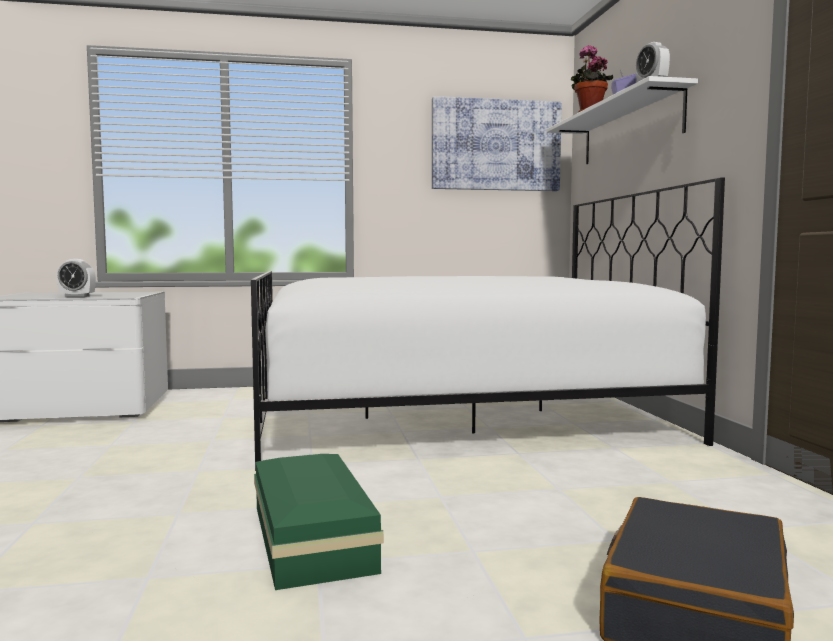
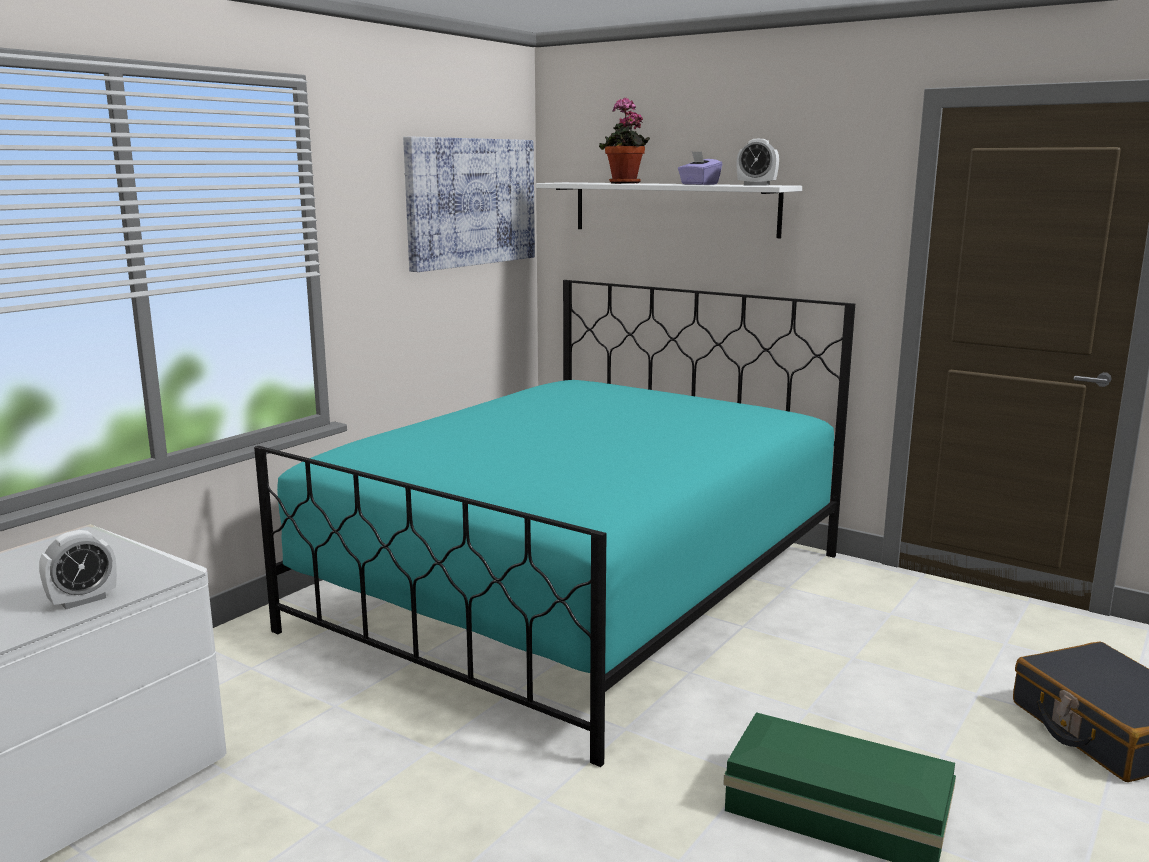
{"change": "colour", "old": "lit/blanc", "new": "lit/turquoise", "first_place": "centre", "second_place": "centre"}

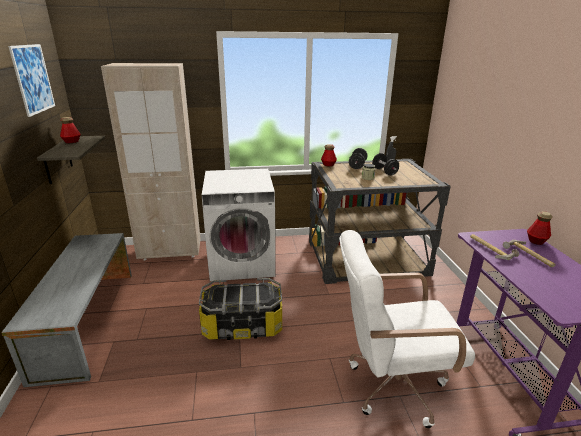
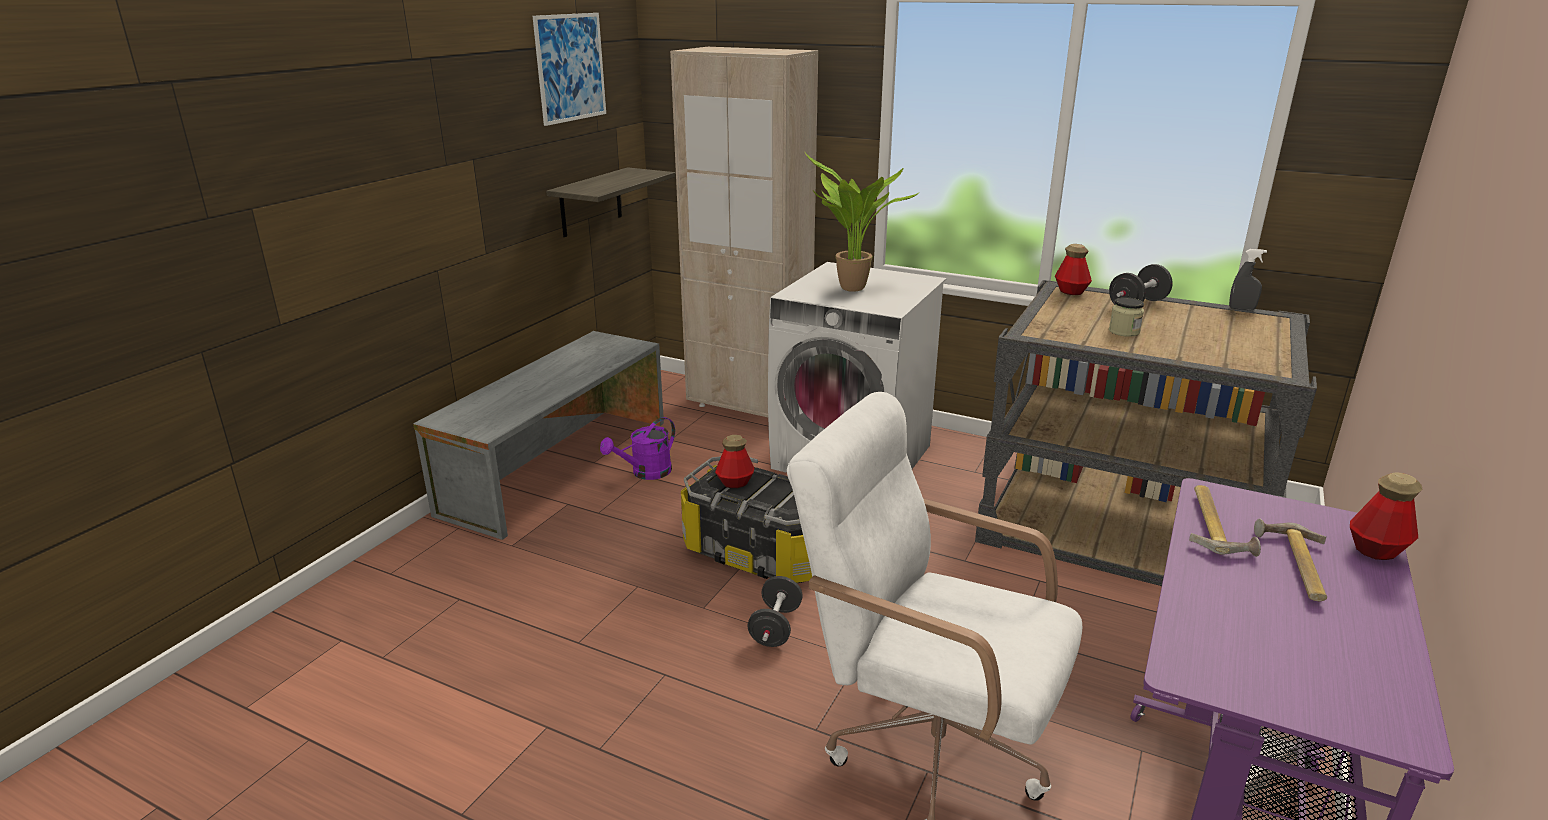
{"change": "appeared", "new": "arrosoir/violet", "second_place": "centre"}
{"change": "appeared", "new": "plante en pot", "second_place": "top centre"}
{"change": "relocated", "old": "bouteille (no. 1 from left)", "first_place": "top left", "second_place": "centre"}
{"change": "relocated", "old": "haltère/noir (no. 2 from left in the first image)", "new": "haltère/noir (no. 1 from left)", "first_place": "centre", "second_place": "bottom centre"}

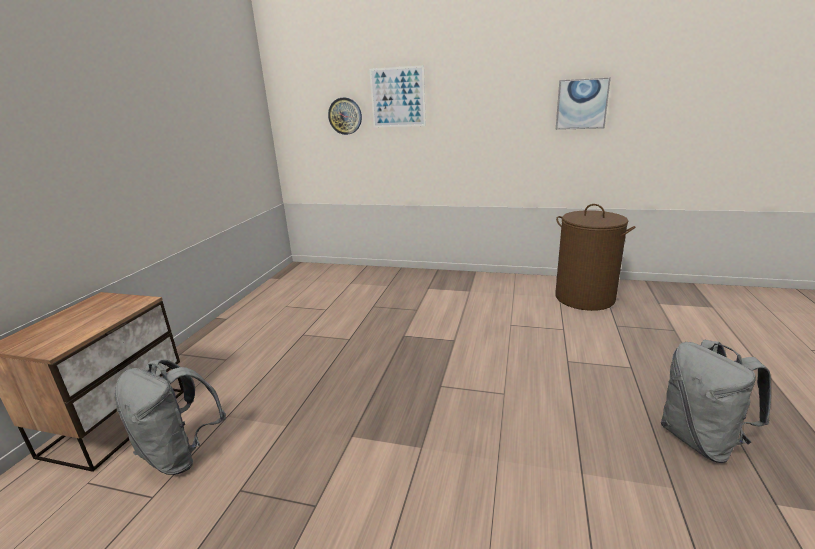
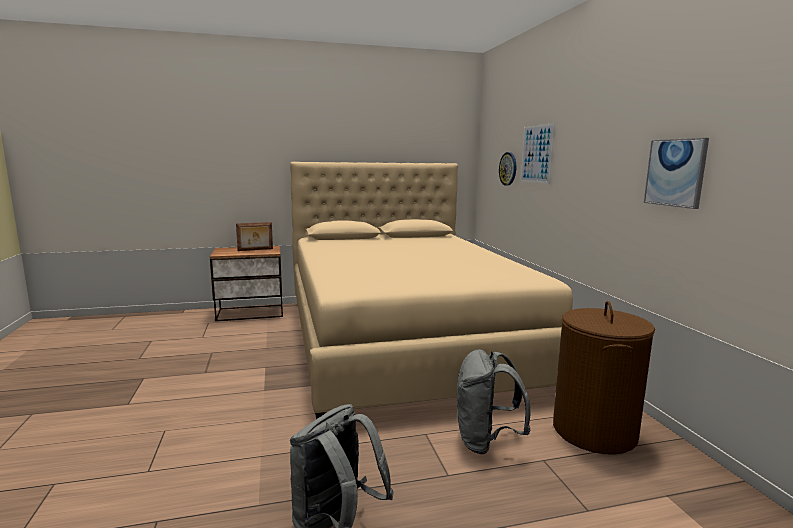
{"change": "appeared", "new": "cadre photo", "second_place": "middle left"}
{"change": "appeared", "new": "lit/beige", "second_place": "centre"}
{"change": "relocated", "old": "sac à dos/gris (no. 1 from left in the first image)", "new": "sac à dos/gris (no. 2 from left)", "first_place": "bottom left", "second_place": "bottom centre"}

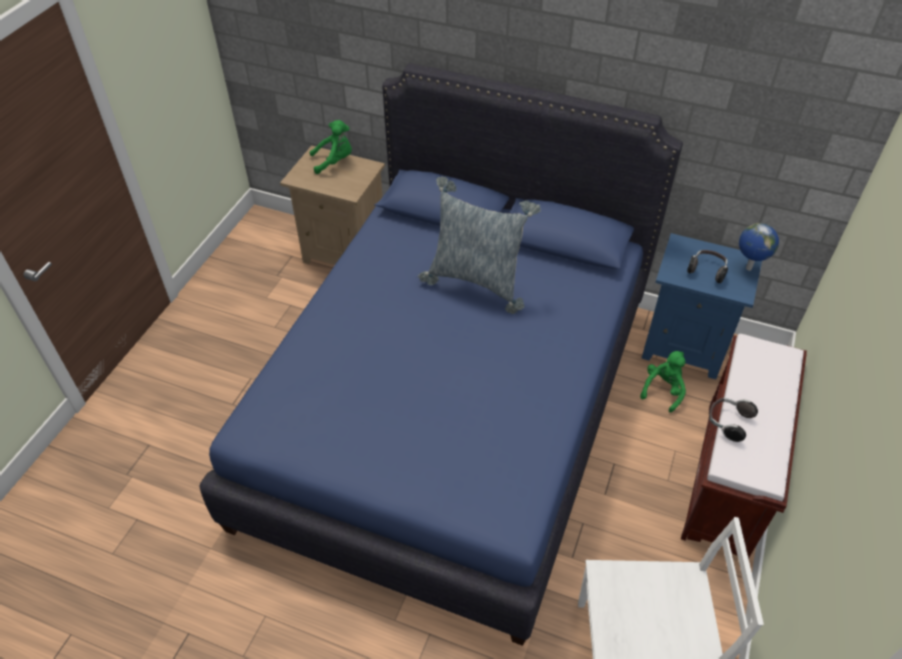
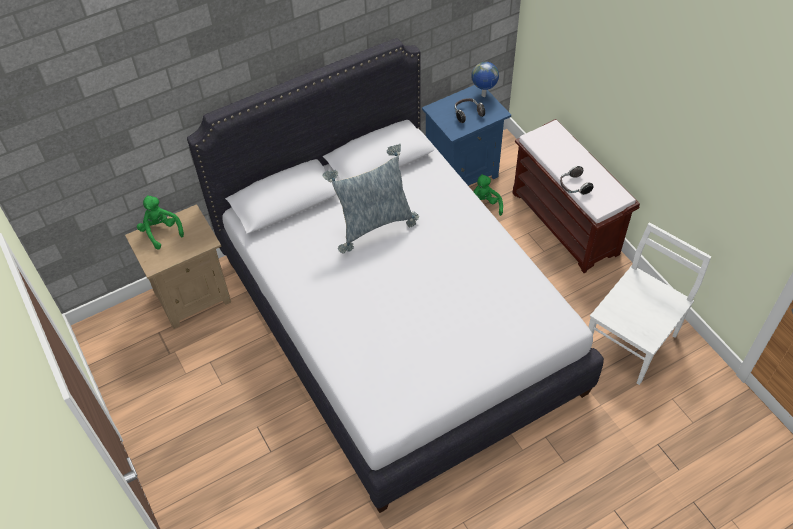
{"change": "colour", "old": "lit/bleu", "new": "lit/blanc", "first_place": "centre", "second_place": "centre"}
{"change": "spun", "old": "peluche/vert (no. 1 from left)", "first_place": "top centre", "second_place": "middle left", "degrees": -60}

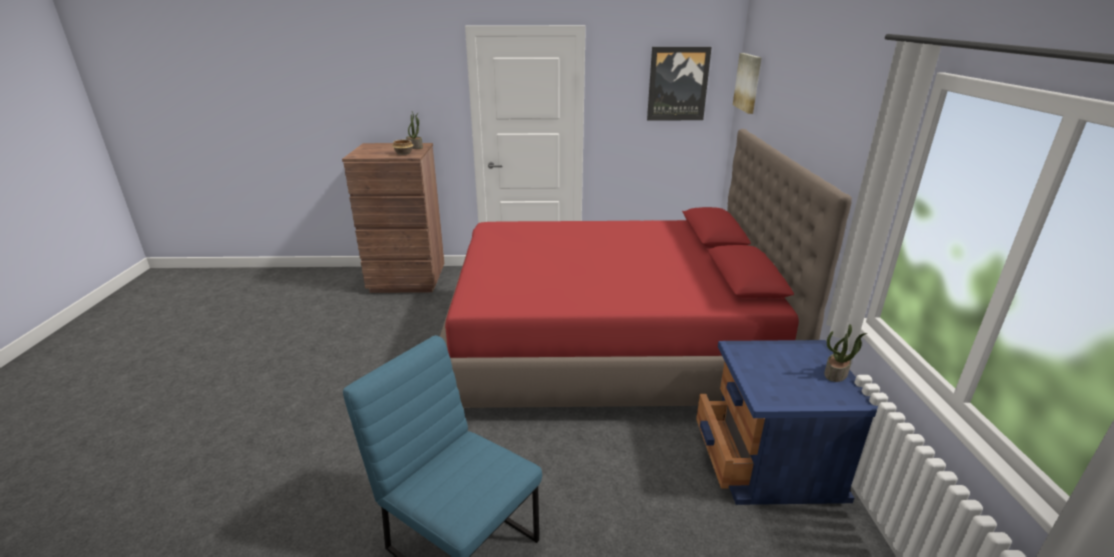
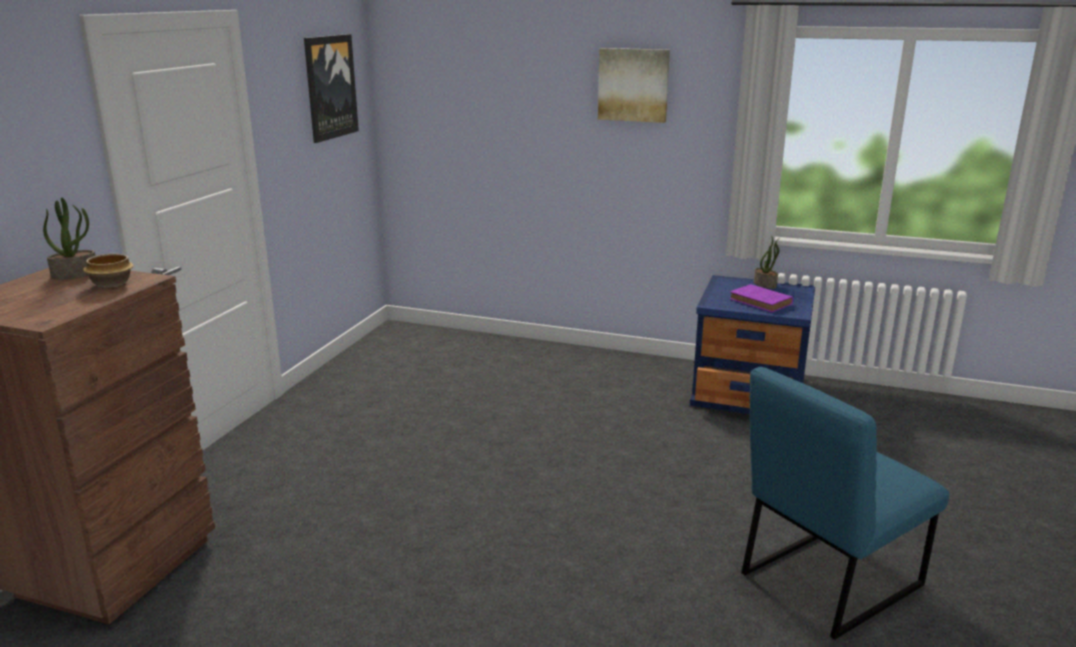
{"change": "missing", "old": "lit/rouge", "first_place": "centre"}
{"change": "appeared", "new": "livre/violet", "second_place": "middle right"}
{"change": "relocated", "old": "tableau (no. 2 from left)", "first_place": "top right", "second_place": "top centre"}

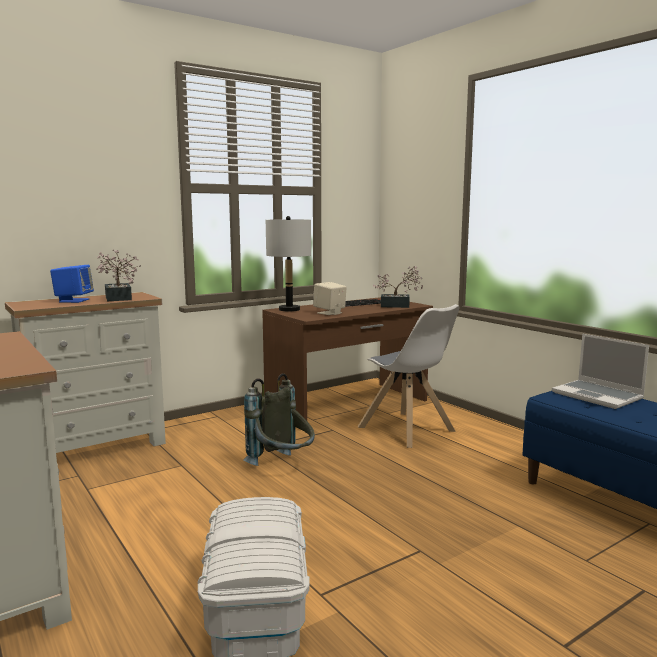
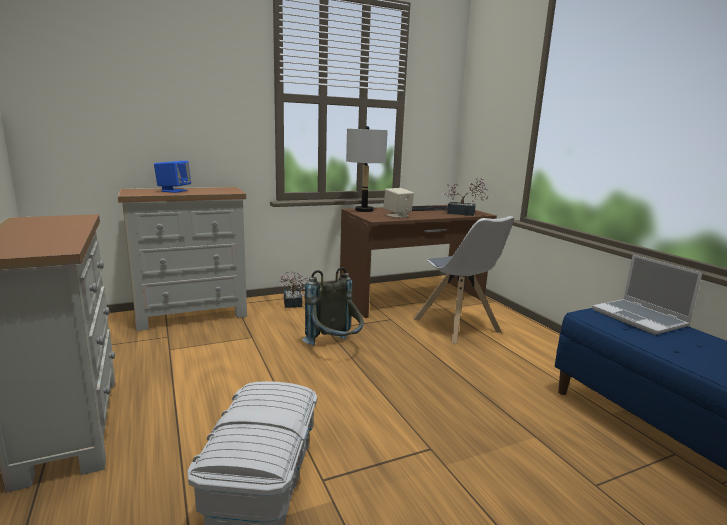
{"change": "relocated", "old": "plante en pot (no. 1 from left)", "first_place": "middle left", "second_place": "centre"}

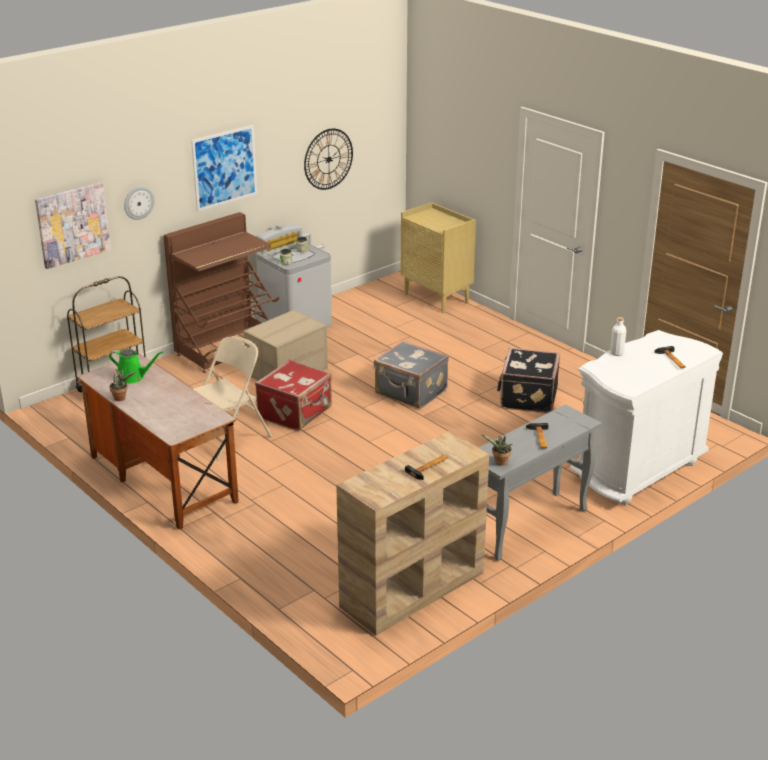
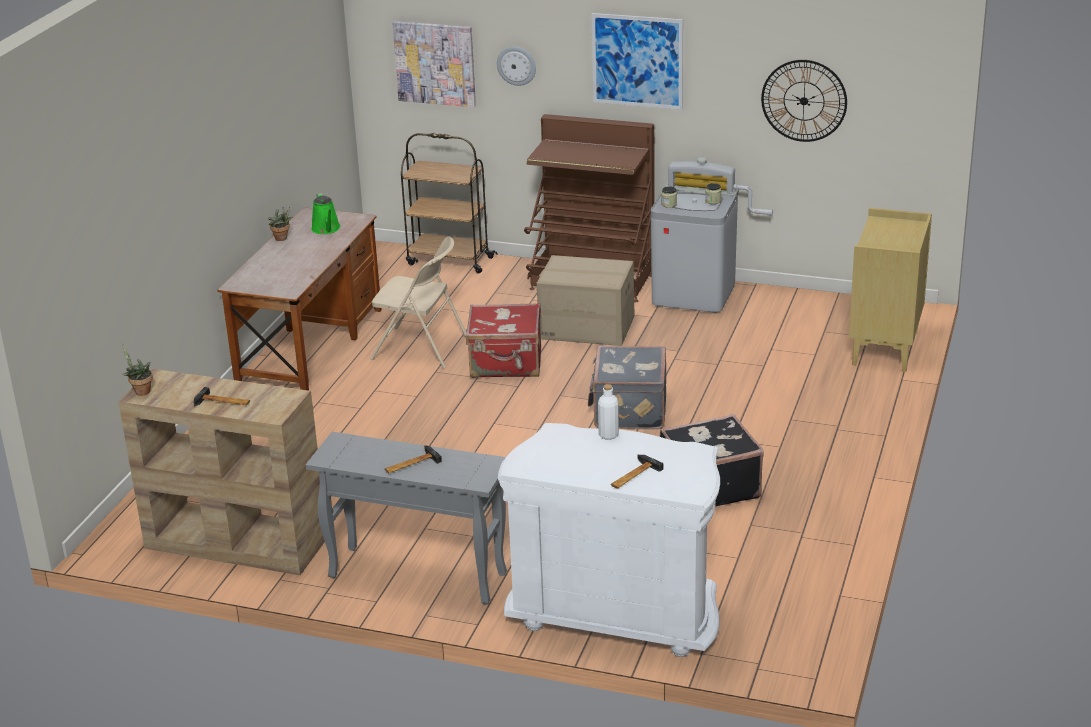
{"change": "relocated", "old": "plante en pot (no. 2 from left in the first image)", "new": "plante en pot (no. 1 from left)", "first_place": "centre", "second_place": "middle left"}

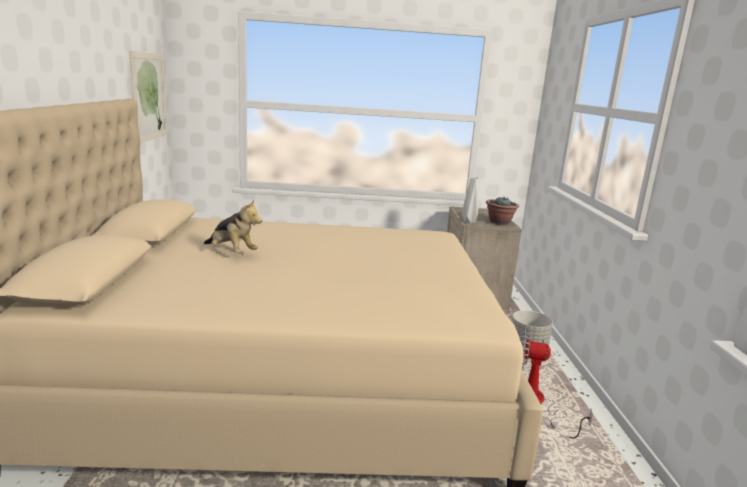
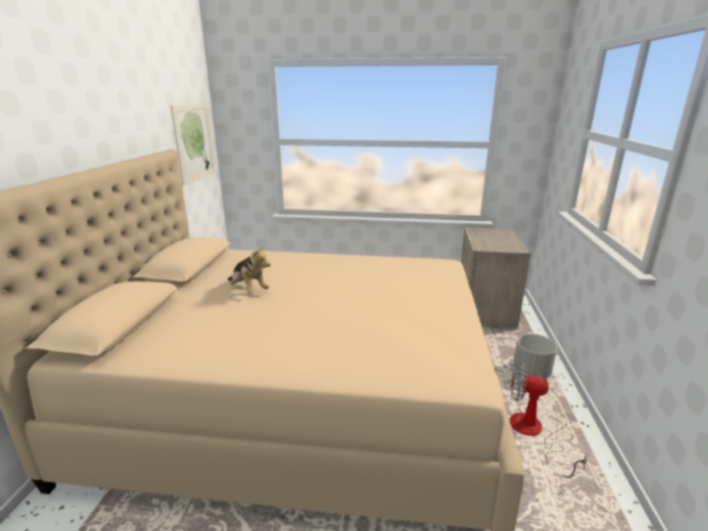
{"change": "missing", "old": "vase/gris", "first_place": "centre"}
{"change": "missing", "old": "plante en pot", "first_place": "middle right"}

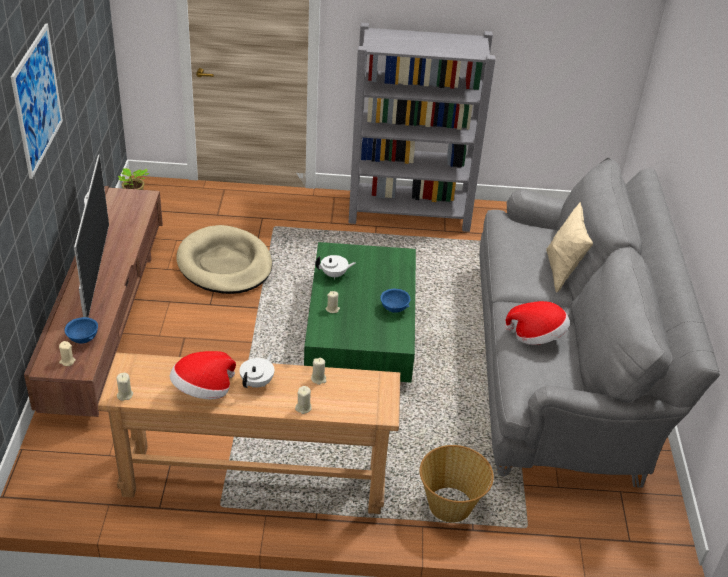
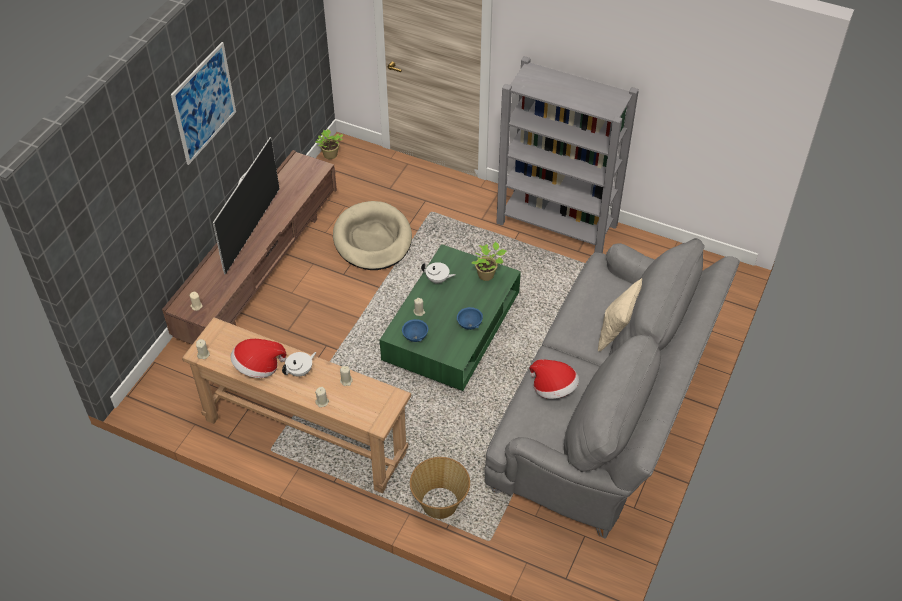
{"change": "appeared", "new": "plante en pot (no. 2 from left)", "second_place": "centre"}
{"change": "relocated", "old": "bol/bleu (no. 1 from left)", "first_place": "middle left", "second_place": "centre"}

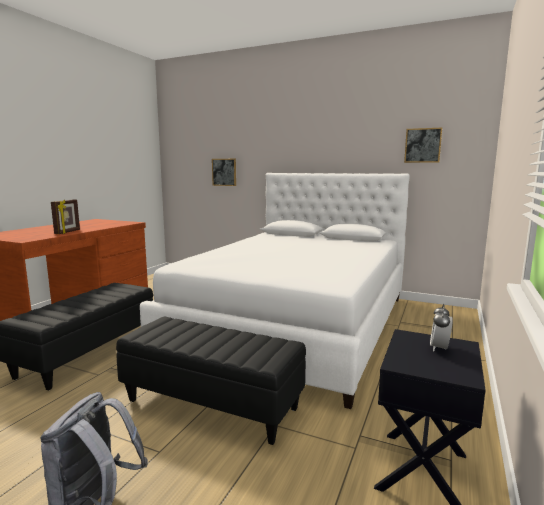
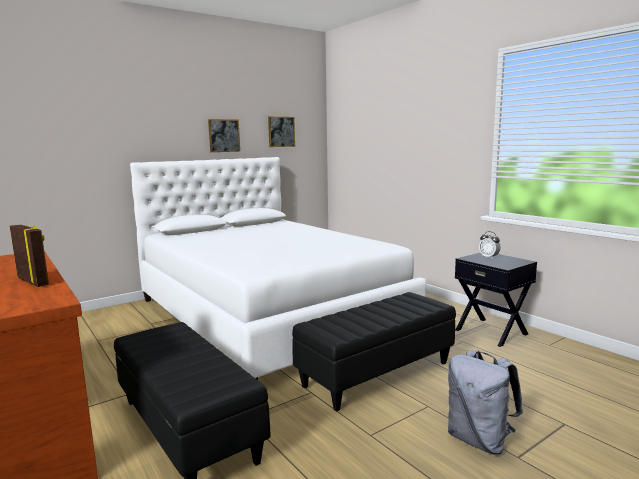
{"change": "relocated", "old": "tableau (no. 1 from left)", "first_place": "centre", "second_place": "top centre"}

